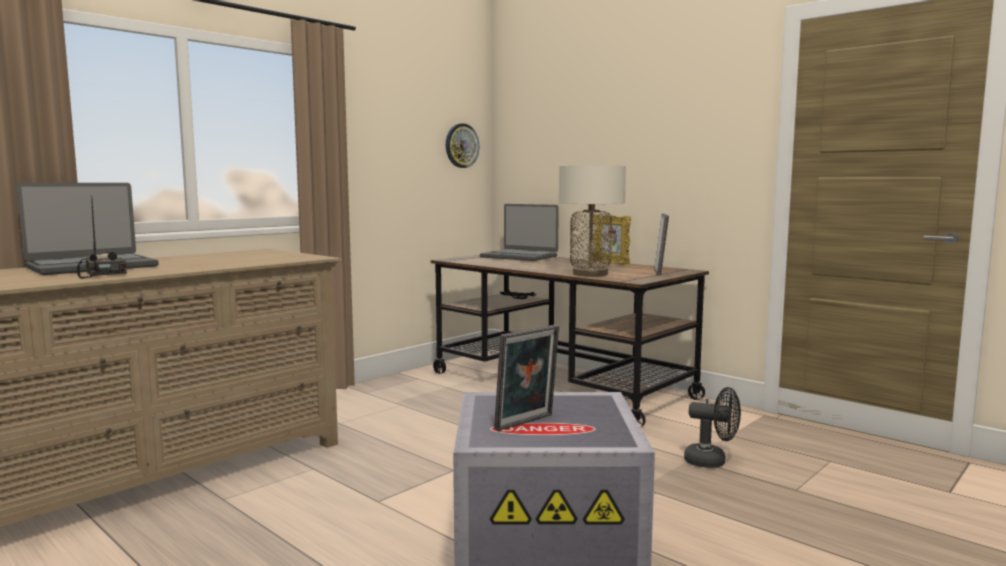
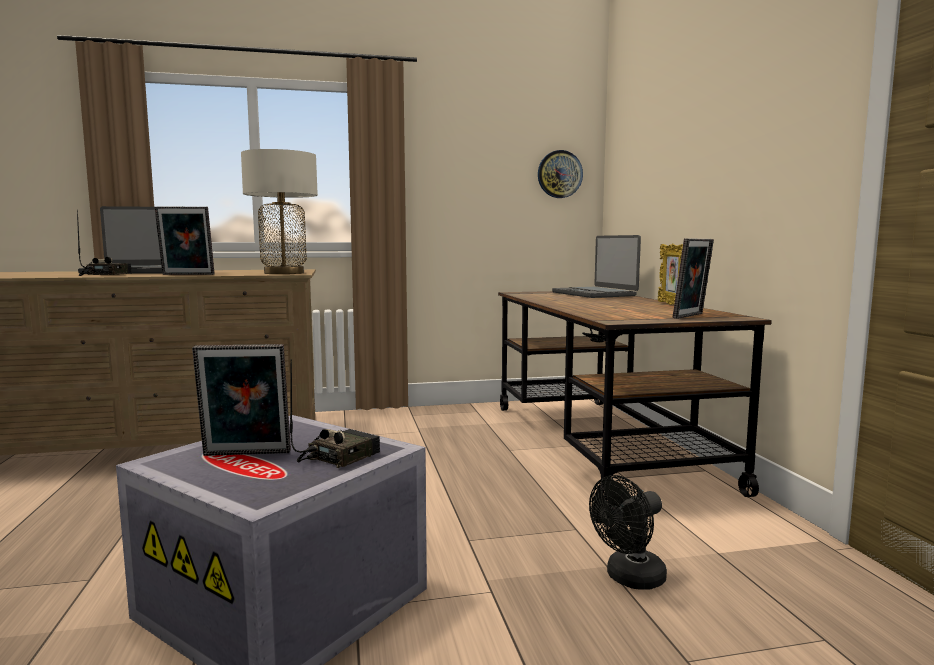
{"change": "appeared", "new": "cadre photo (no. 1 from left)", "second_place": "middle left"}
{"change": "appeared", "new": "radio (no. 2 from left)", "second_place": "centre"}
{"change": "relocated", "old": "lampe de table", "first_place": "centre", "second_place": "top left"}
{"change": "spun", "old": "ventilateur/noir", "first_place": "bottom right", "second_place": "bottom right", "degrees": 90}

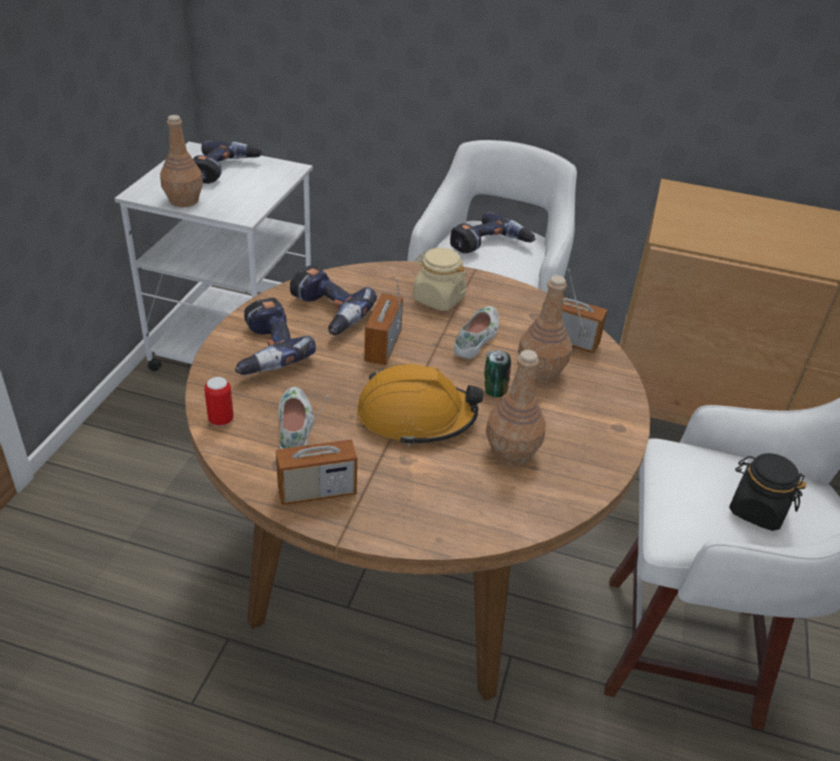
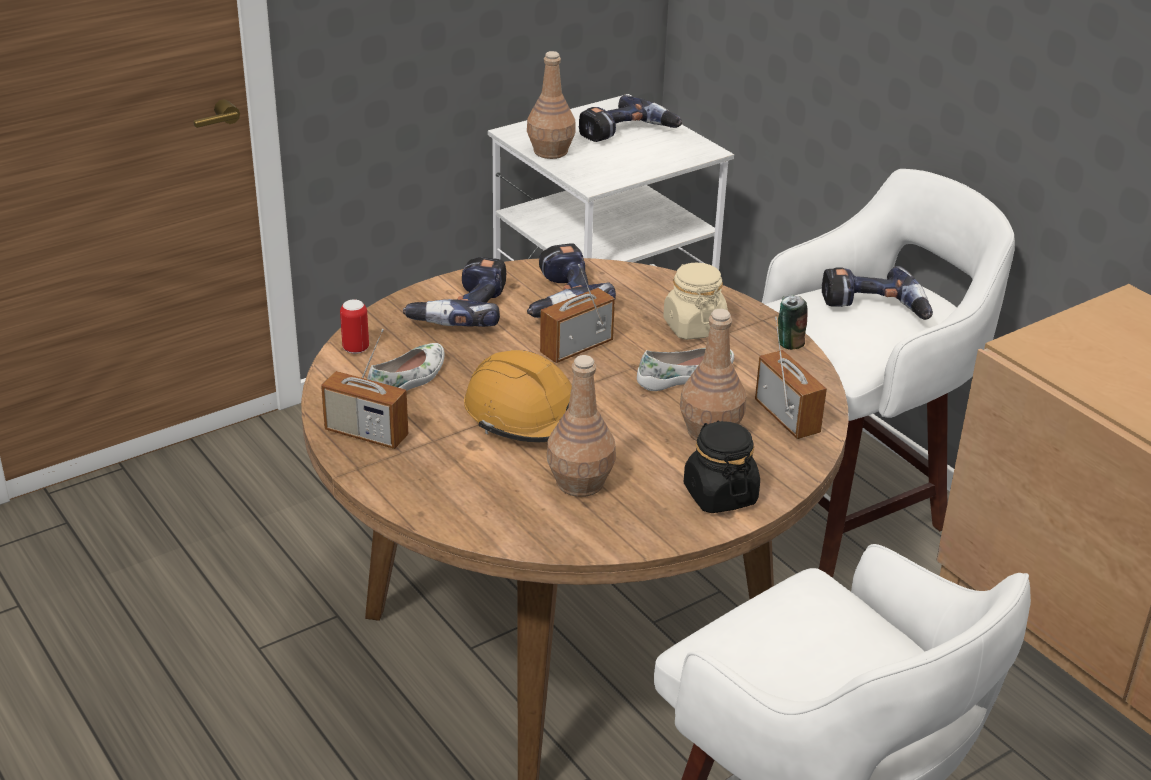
{"change": "relocated", "old": "boîte métallique (no. 2 from left)", "first_place": "centre", "second_place": "middle right"}
{"change": "relocated", "old": "bocal/noir", "first_place": "middle right", "second_place": "centre"}

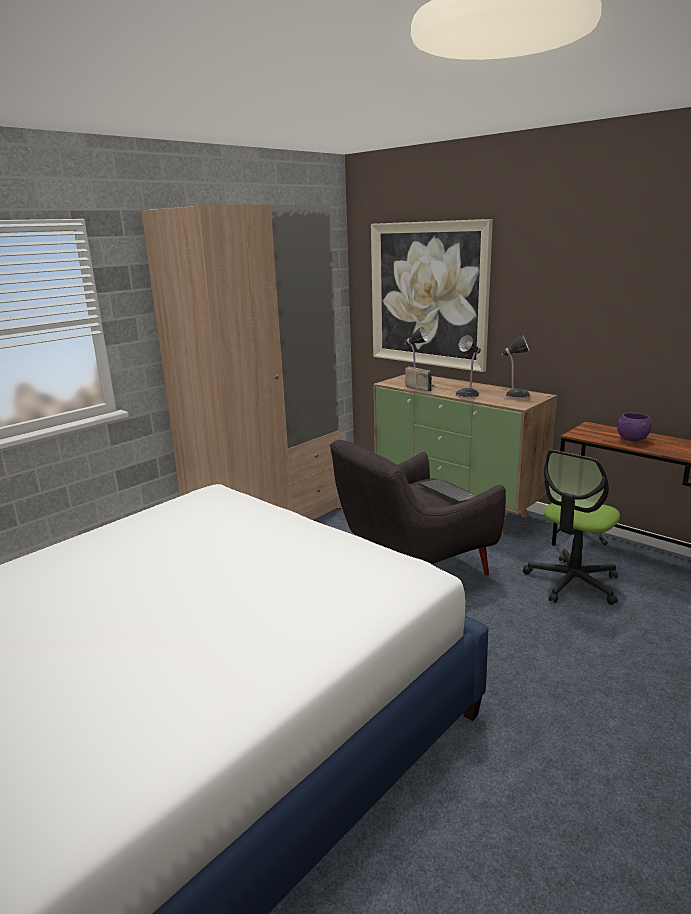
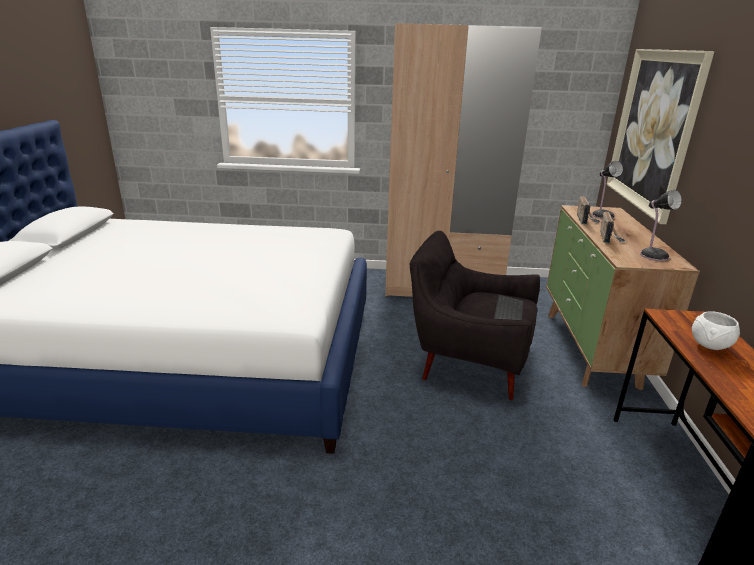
{"change": "missing", "old": "chaise de bureau", "first_place": "middle right"}
{"change": "exchanged", "old": "lampe de table (no. 2 from left)", "new": "radio (no. 2 from left)", "first_place": "middle right", "second_place": "middle right"}
{"change": "colour", "old": "bol/violet", "new": "bol/blanc", "first_place": "middle right", "second_place": "middle right"}

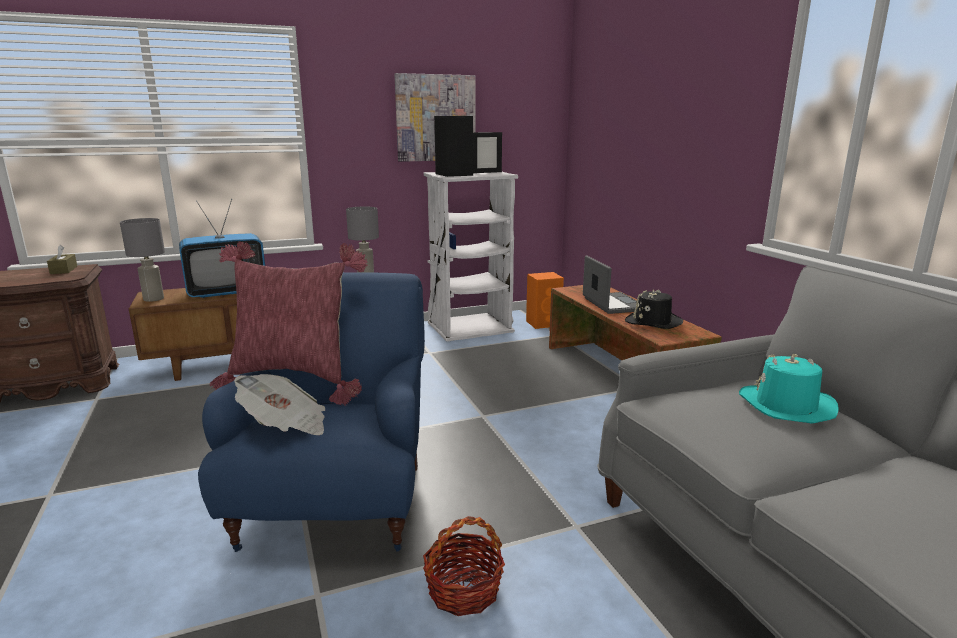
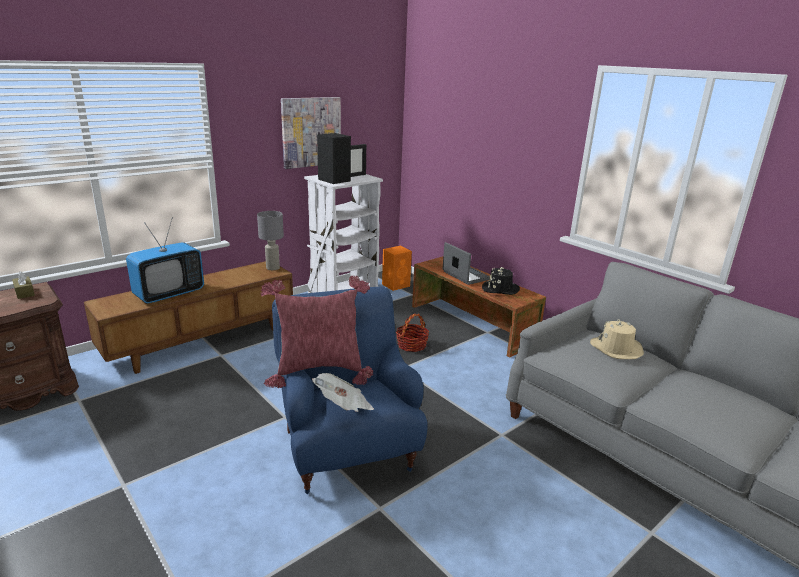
{"change": "missing", "old": "lampe de table/gris (no. 1 from left)", "first_place": "middle left"}
{"change": "relocated", "old": "panier", "first_place": "bottom centre", "second_place": "centre"}
{"change": "colour", "old": "chapeau/turquoise", "new": "chapeau/beige", "first_place": "middle right", "second_place": "middle right"}

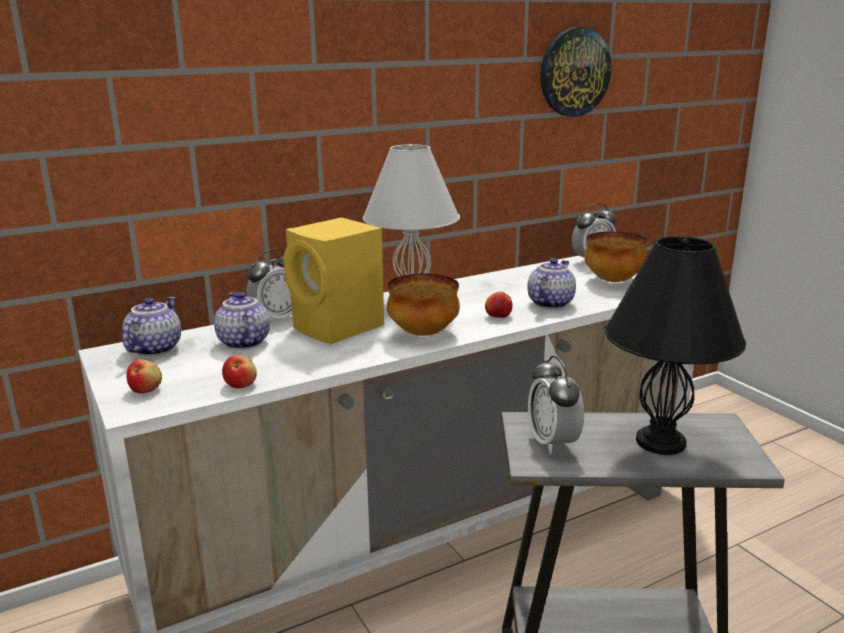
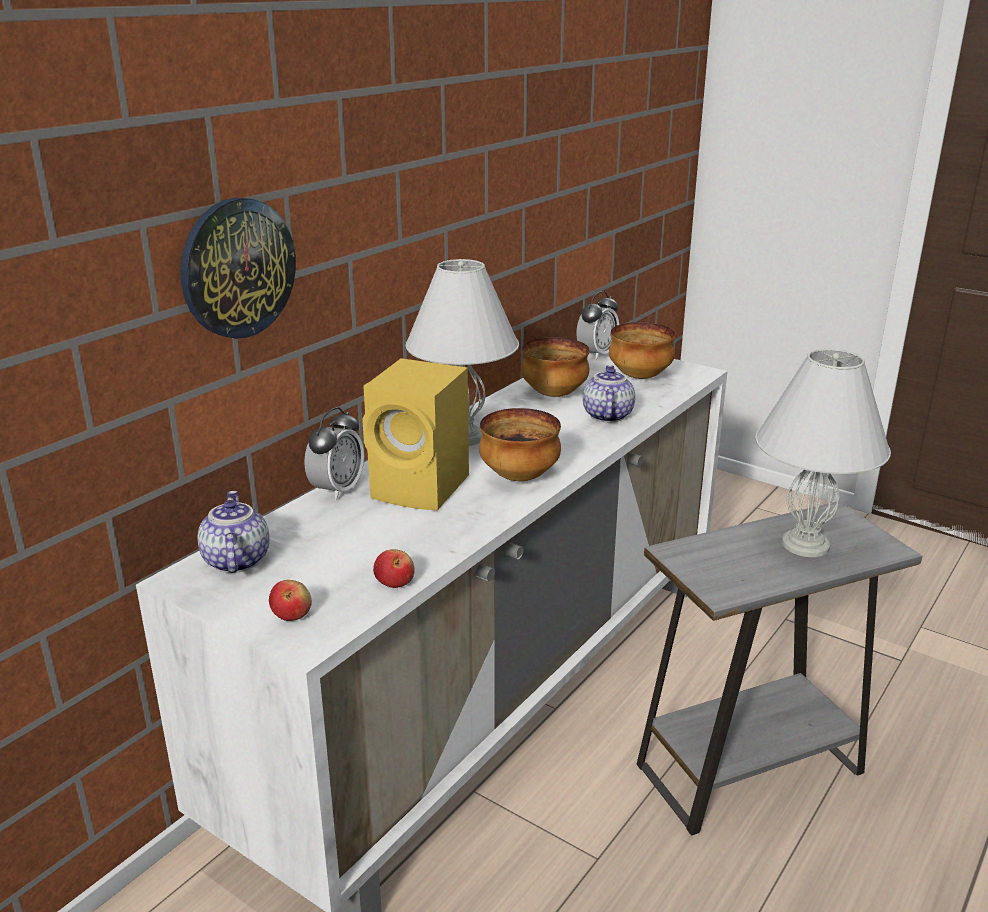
{"change": "missing", "old": "théière (no. 2 from left)", "first_place": "middle left"}
{"change": "missing", "old": "pomme (no. 3 from left)", "first_place": "centre"}
{"change": "missing", "old": "réveil (no. 2 from left)", "first_place": "centre"}
{"change": "appeared", "new": "bol (no. 2 from left)", "second_place": "centre"}
{"change": "relocated", "old": "horloge murale", "first_place": "top right", "second_place": "top left"}
{"change": "colour", "old": "lampe de table/noir", "new": "lampe de table/blanc (no. 2 from left)", "first_place": "middle right", "second_place": "middle right"}

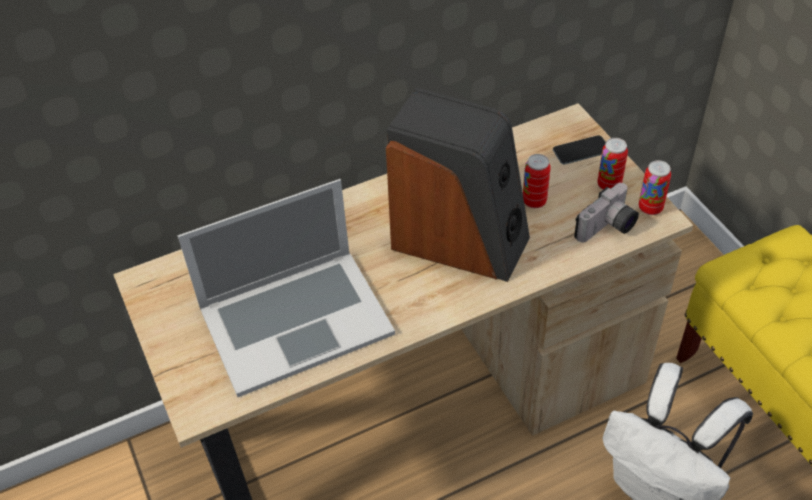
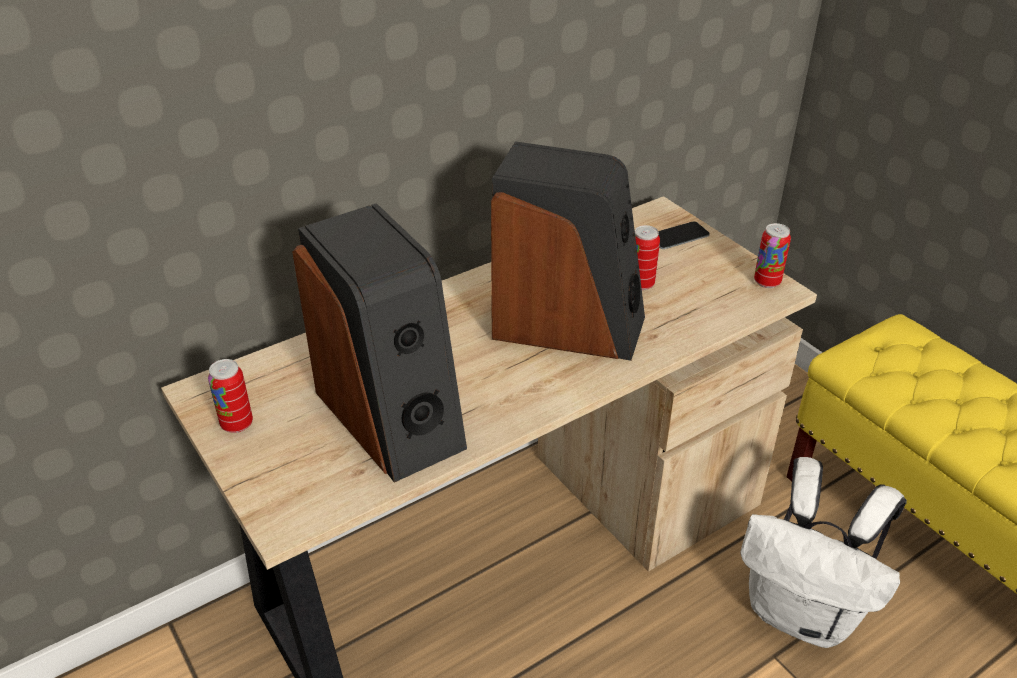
{"change": "missing", "old": "appareil photo", "first_place": "middle right"}
{"change": "relocated", "old": "boîte métallique (no. 2 from left in the first image)", "new": "boîte métallique (no. 1 from left)", "first_place": "top right", "second_place": "middle left"}
{"change": "exchanged", "old": "ordinateur portable", "new": "enceinte (no. 1 from left)", "first_place": "centre", "second_place": "centre"}

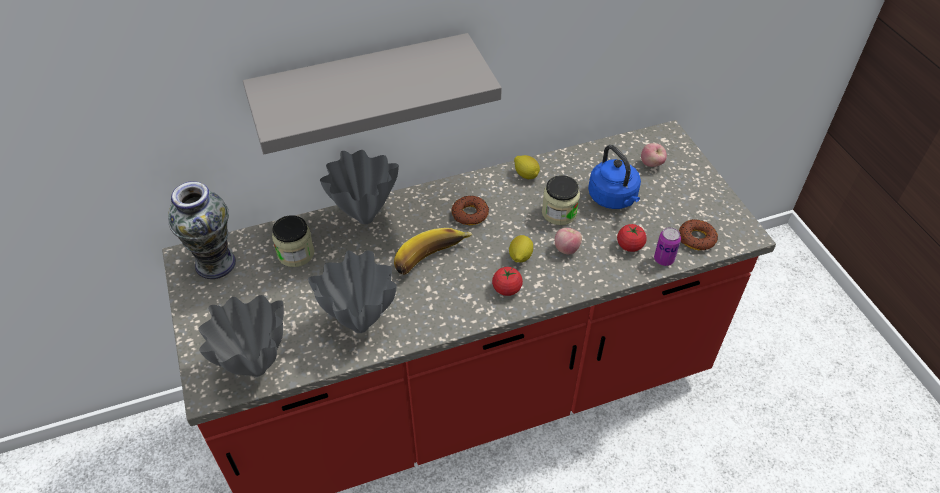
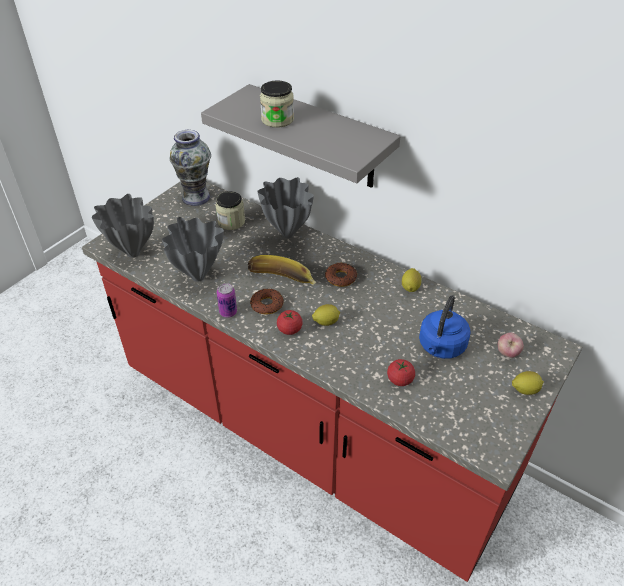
{"change": "missing", "old": "pomme (no. 1 from left)", "first_place": "centre"}
{"change": "appeared", "new": "citron (no. 3 from left)", "second_place": "middle right"}
{"change": "relocated", "old": "bocal (no. 2 from left)", "first_place": "centre", "second_place": "top centre"}
{"change": "relocated", "old": "boîte métallique", "first_place": "middle right", "second_place": "centre"}
{"change": "relocated", "old": "beignet (no. 2 from left in the first image)", "new": "beignet (no. 1 from left)", "first_place": "middle right", "second_place": "centre"}

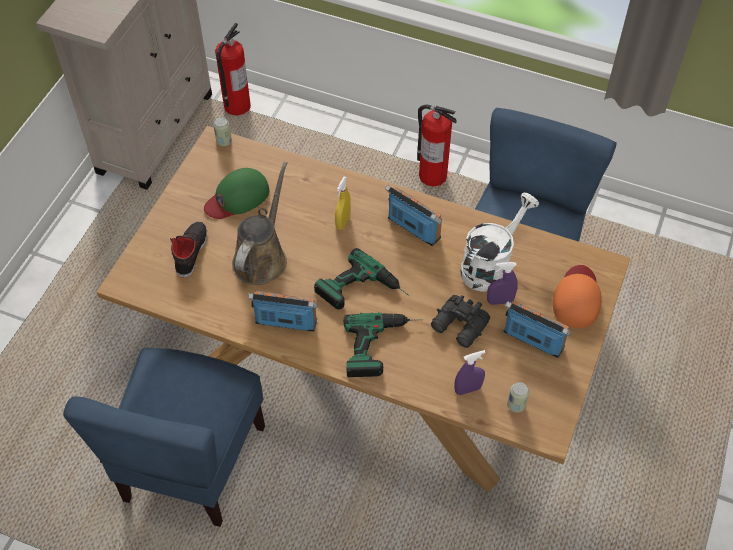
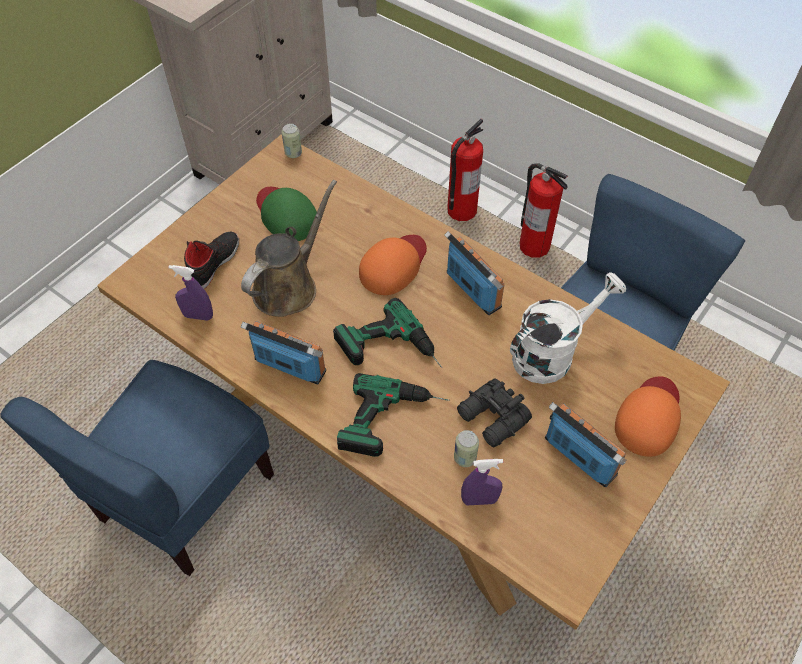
{"change": "relocated", "old": "extincteur (no. 1 from left)", "first_place": "top left", "second_place": "top centre"}
{"change": "relocated", "old": "vaporisateur/violet (no. 2 from left in the first image)", "new": "vaporisateur/violet (no. 1 from left)", "first_place": "middle right", "second_place": "middle left"}
{"change": "relocated", "old": "boîte métallique (no. 2 from left)", "first_place": "bottom right", "second_place": "bottom centre"}
{"change": "exchanged", "old": "vaporisateur/jaune", "new": "casquette/orange (no. 1 from left)", "first_place": "centre", "second_place": "centre"}
{"change": "spun", "old": "casquette/vert", "first_place": "middle left", "second_place": "top centre", "degrees": 75}

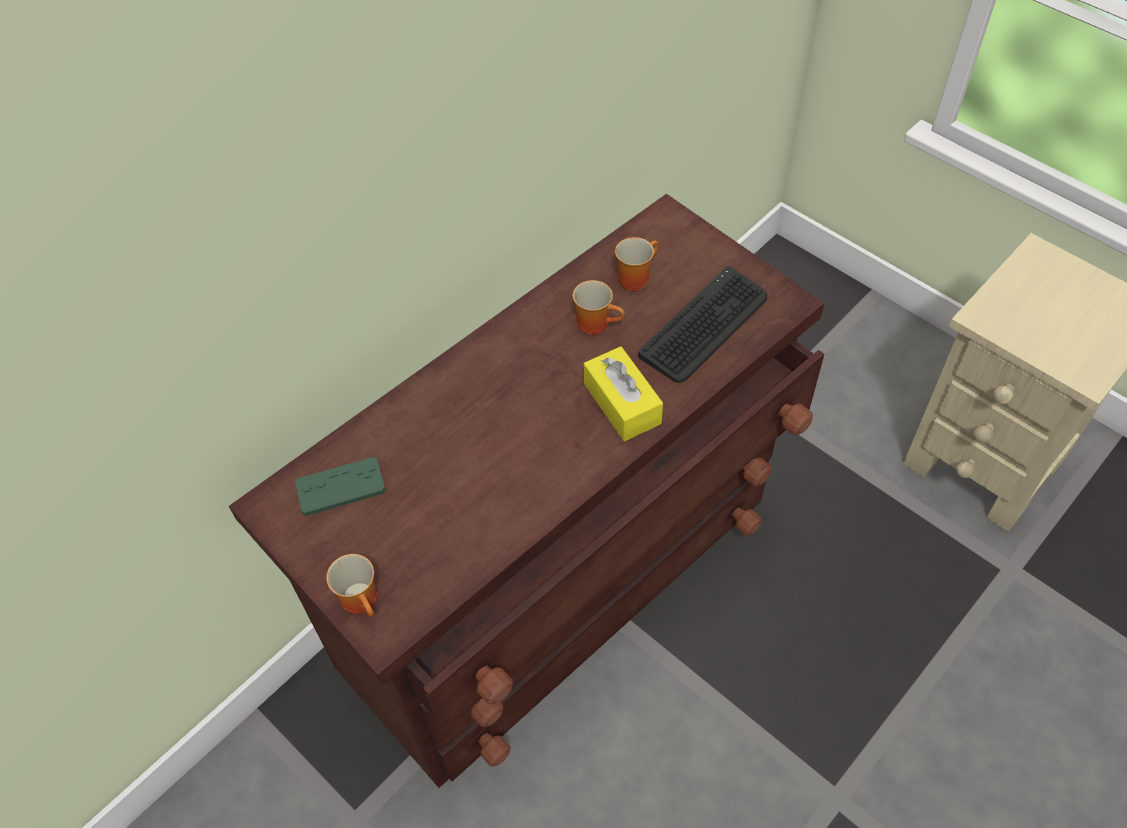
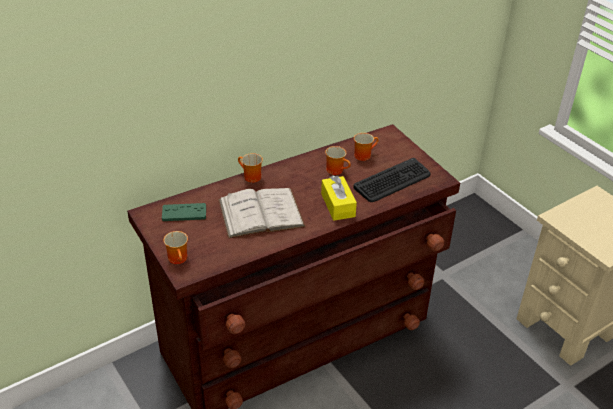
{"change": "appeared", "new": "livre/blanc", "second_place": "centre"}
{"change": "appeared", "new": "mug (no. 2 from left)", "second_place": "centre"}

